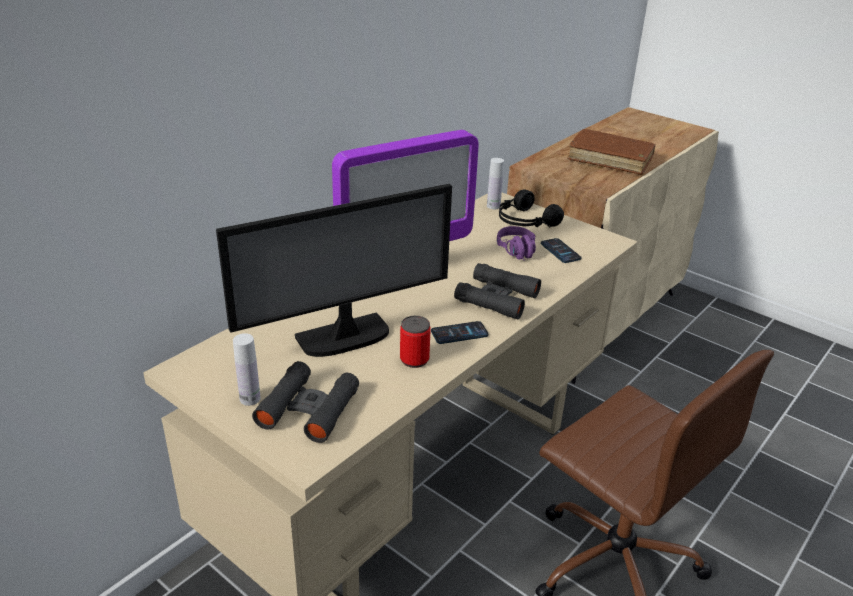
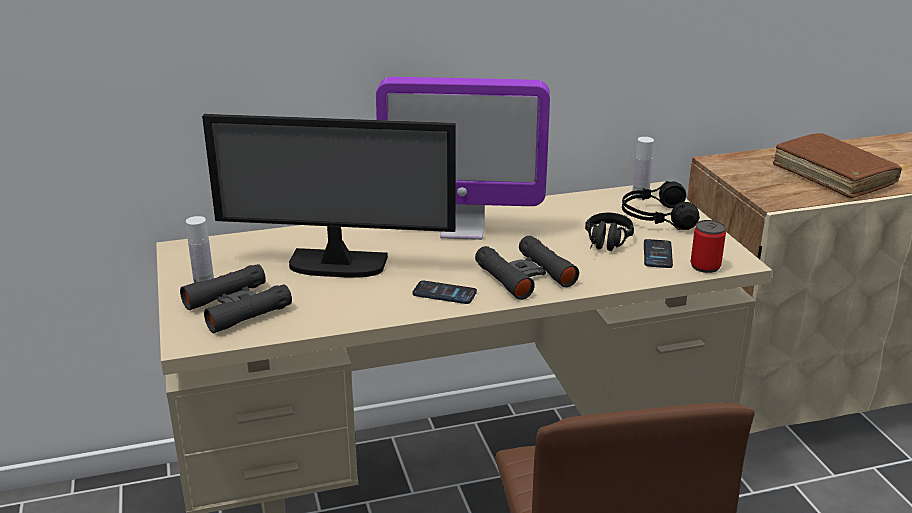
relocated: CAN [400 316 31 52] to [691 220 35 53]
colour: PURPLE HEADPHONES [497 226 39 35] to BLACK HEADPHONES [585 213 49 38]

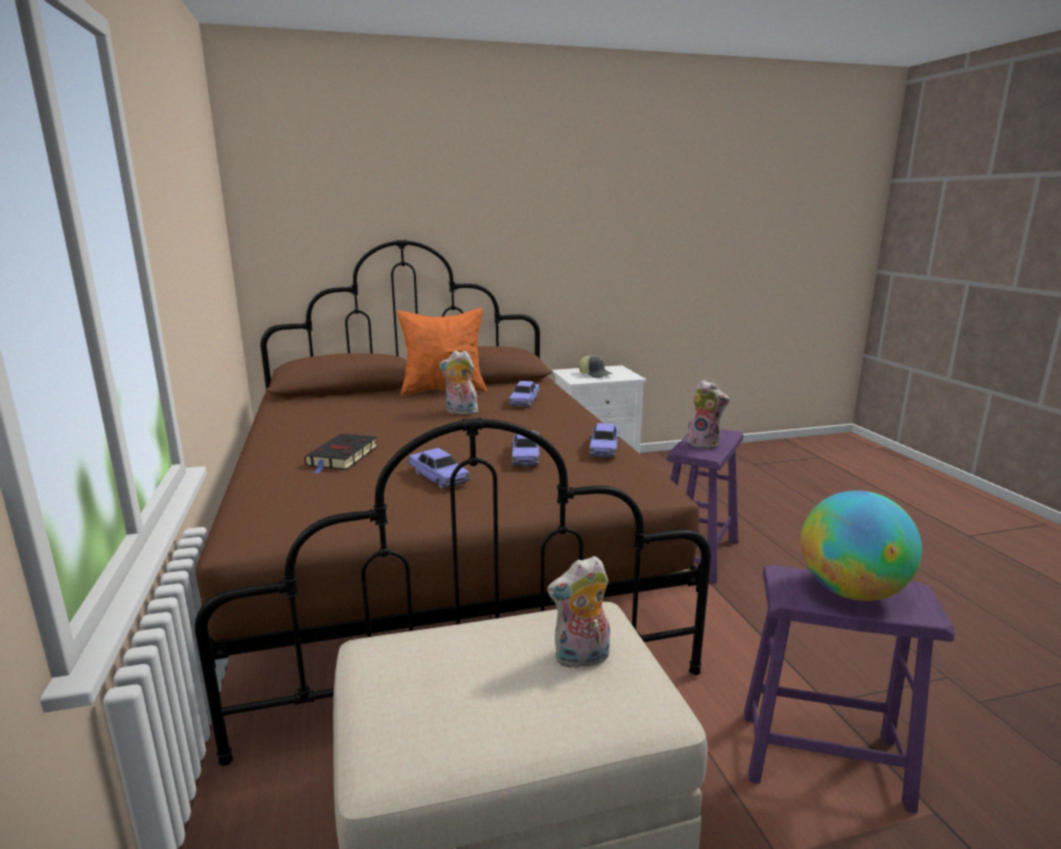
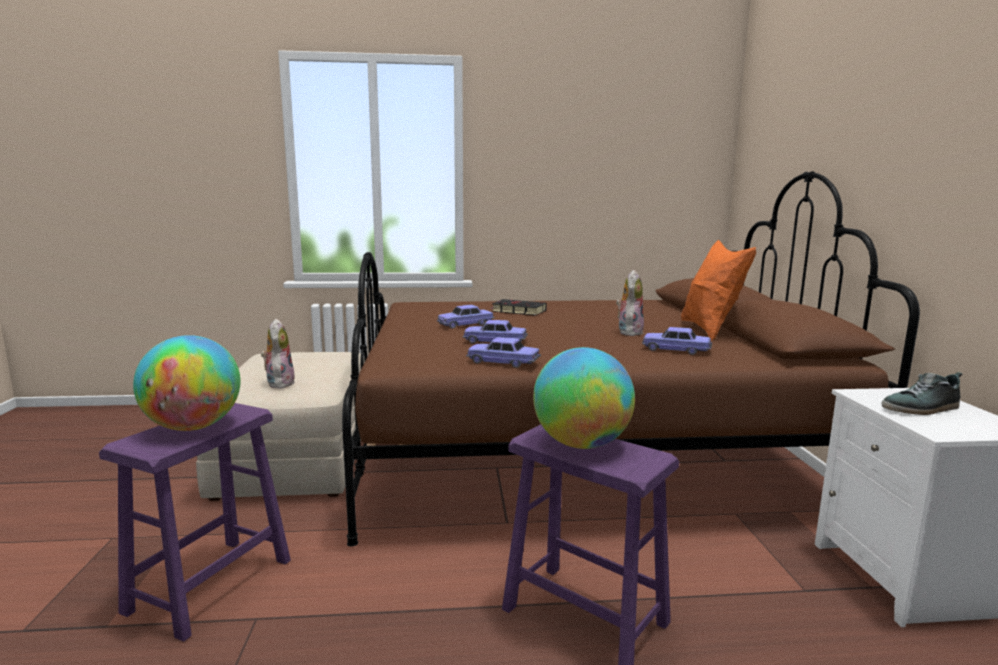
exchanged: CAP [579 355 33 23] to SHOE [882 372 80 43]; PLUSH TOY [686 380 44 69] to GLOBE [533 347 102 102]

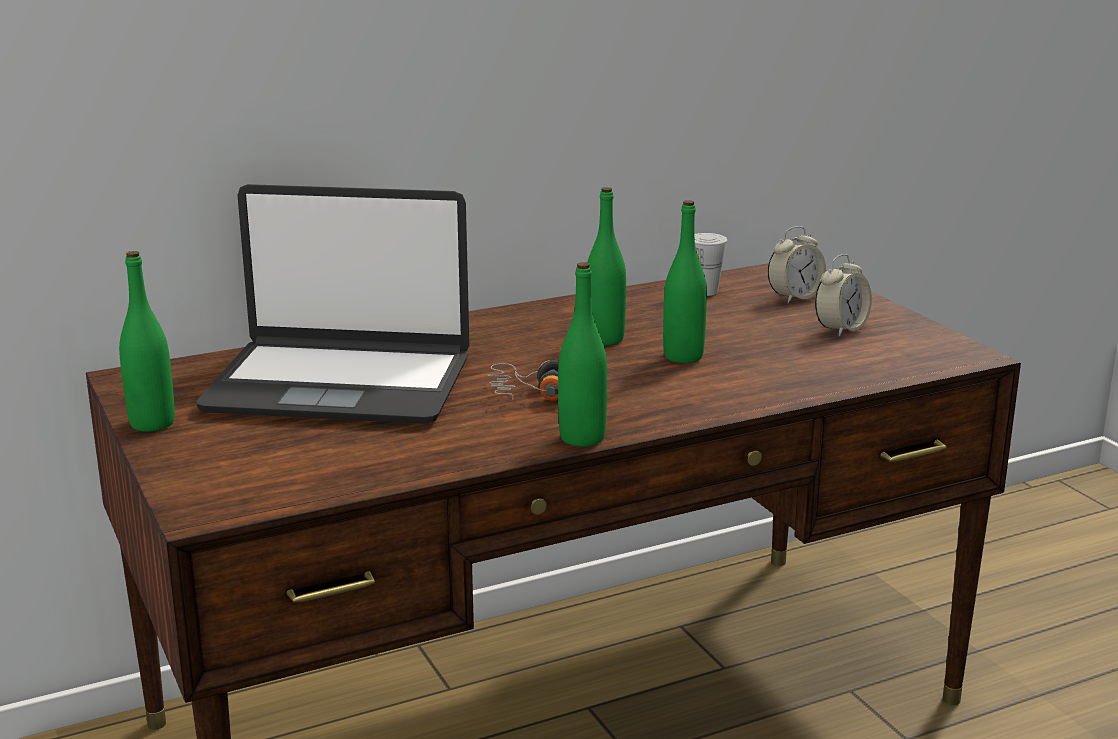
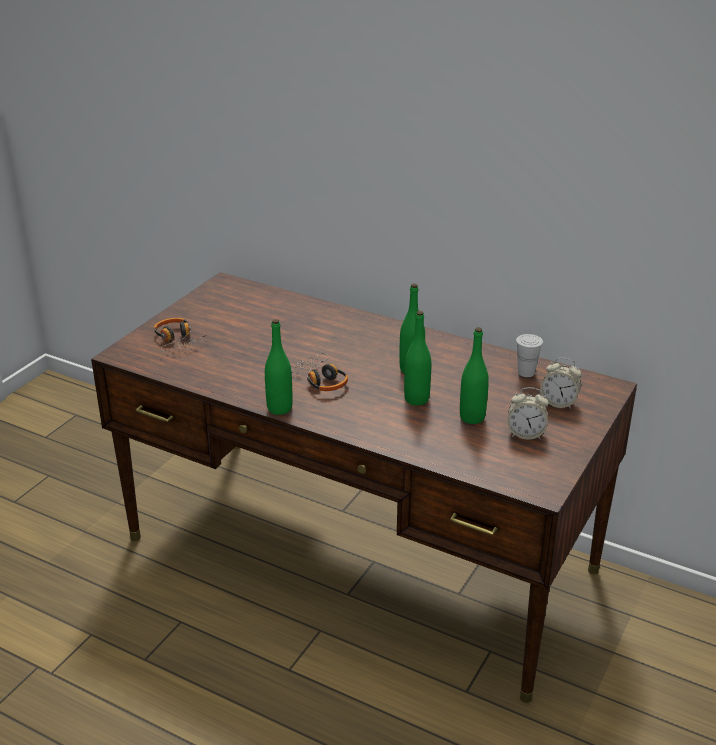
missing: LAPTOP [196 184 273 240]
appeared: HEADPHONES [154 318 53 34]
relocated: GREEN BOTTLE [119 251 56 181] to [460 327 29 97]

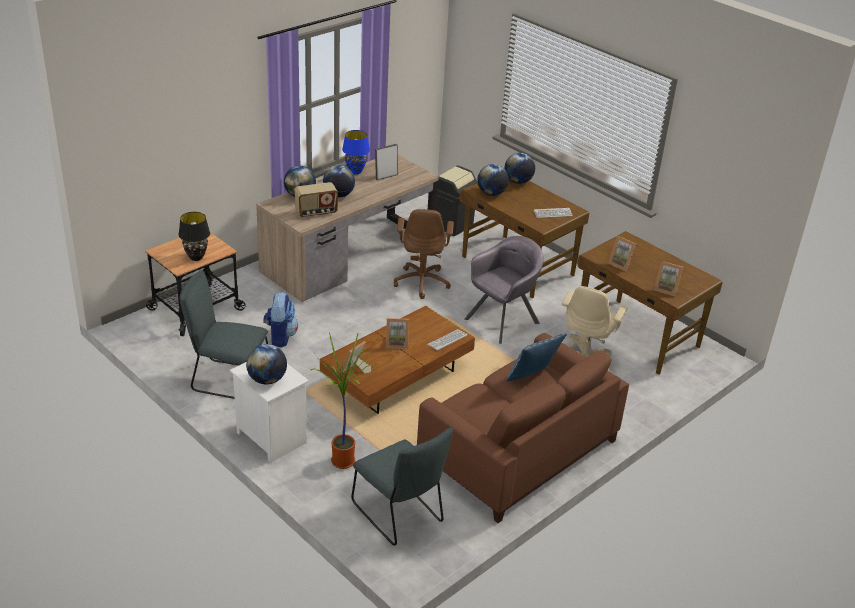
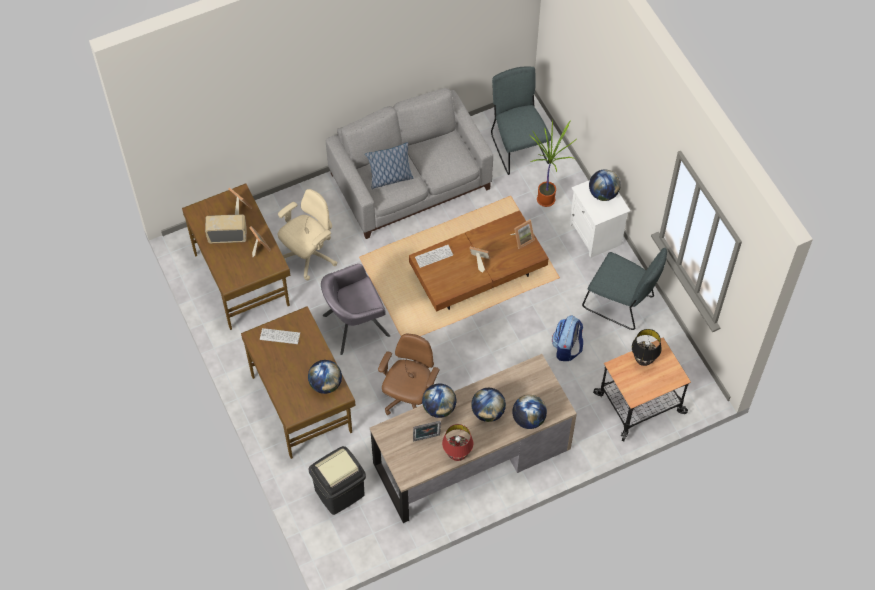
relocated: RADIO [294 182 44 36] to [205 214 41 29]; GLOBE [504 153 31 31] to [422 384 34 34]
colour: BLUE TABLE LAMP [342 130 28 45] to RED TABLE LAMP [442 424 31 37]; BROWN SOFA [417 333 212 190] to GREY SOFA [326 88 167 151]

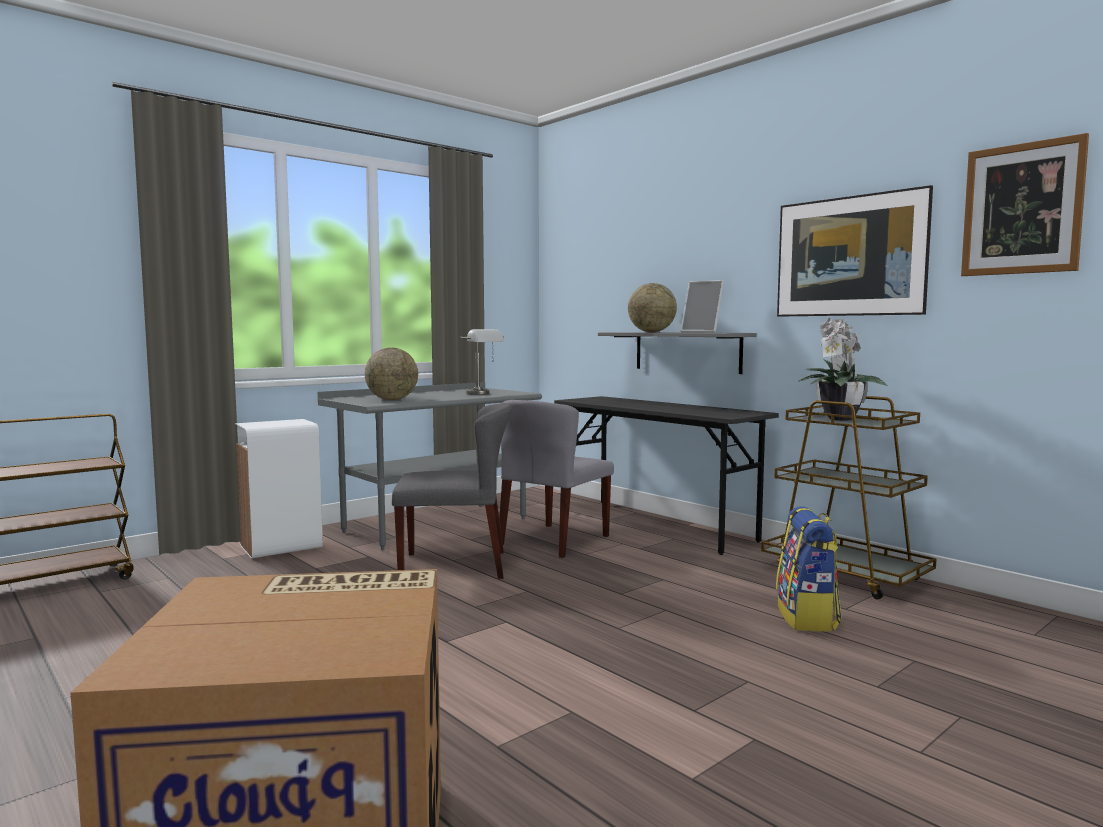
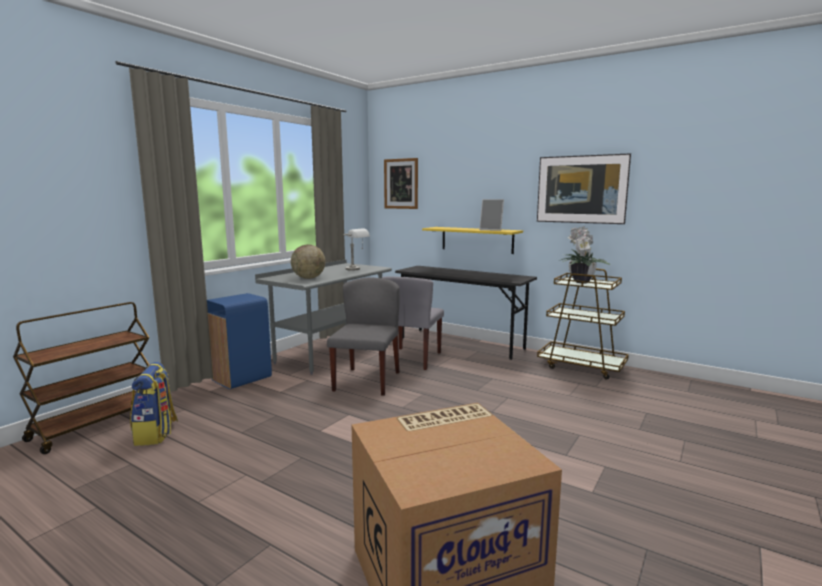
missing: GLOBE [628 283 49 49]
relocated: BACKPACK [776 506 66 125] to [130 362 48 84]; PICTURE [961 133 128 143] to [384 158 34 51]
colour: WHITE TRASH CAN [235 419 88 139] to BLUE TRASH CAN [206 293 66 96]; GREY SHELF [598 332 159 42] to YELLOW SHELF [422 227 101 27]
spun: GREY CHAIR [392 403 120 176] = [327 278 73 118] 60 degrees counterclockwise

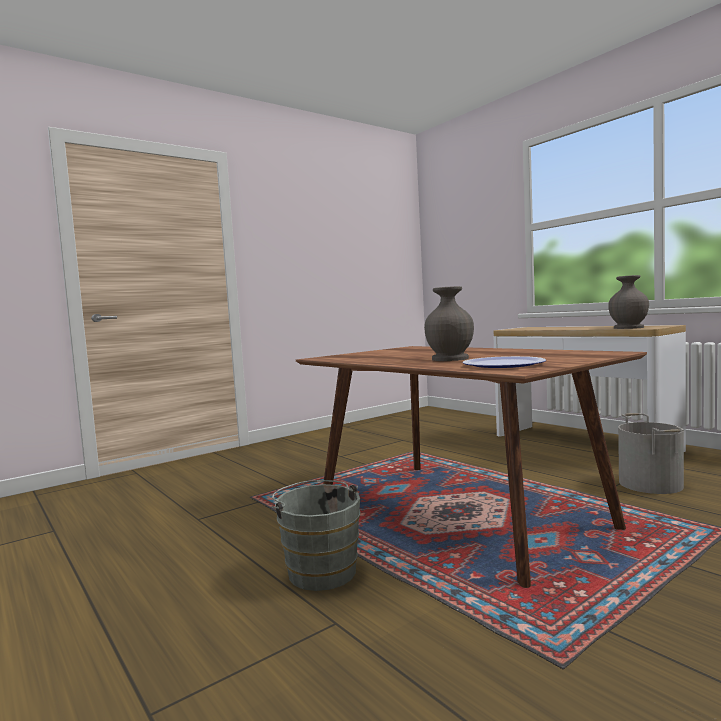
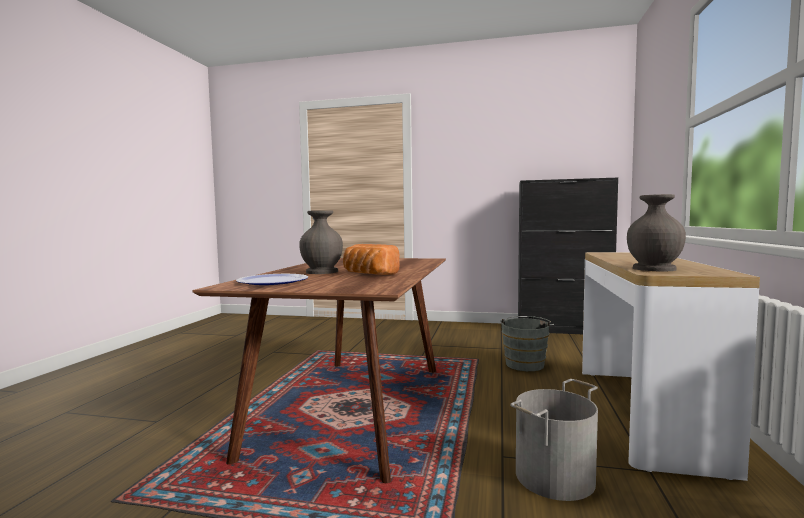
appeared: BREAD [343 244 57 31]; BLACK CABINET [518 178 100 156]
relocated: GREY BUCKET [272 480 88 111] to [500 316 54 55]

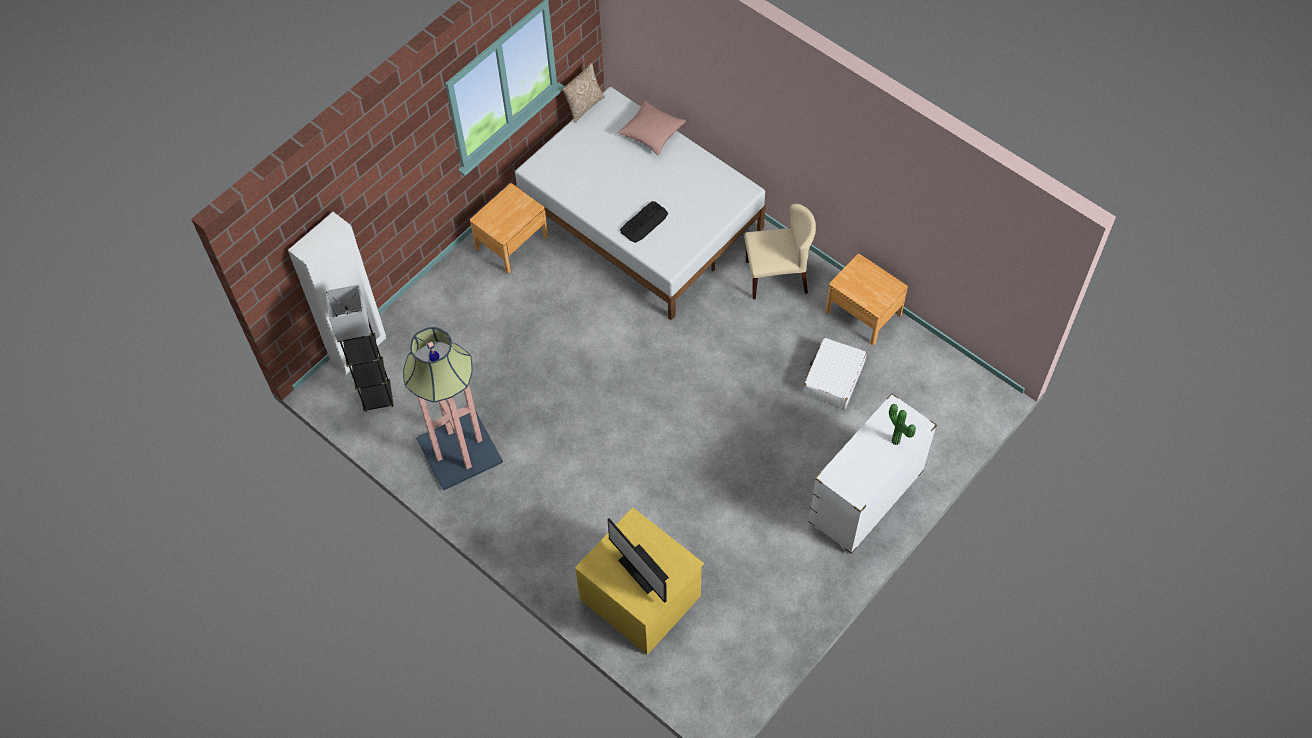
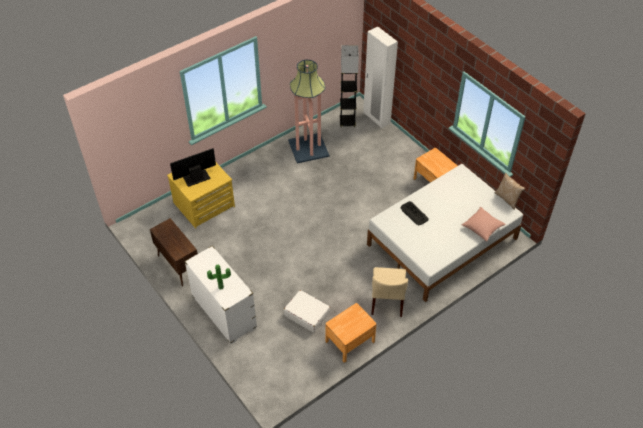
appeared: BROWN CABINET [150 218 48 68]

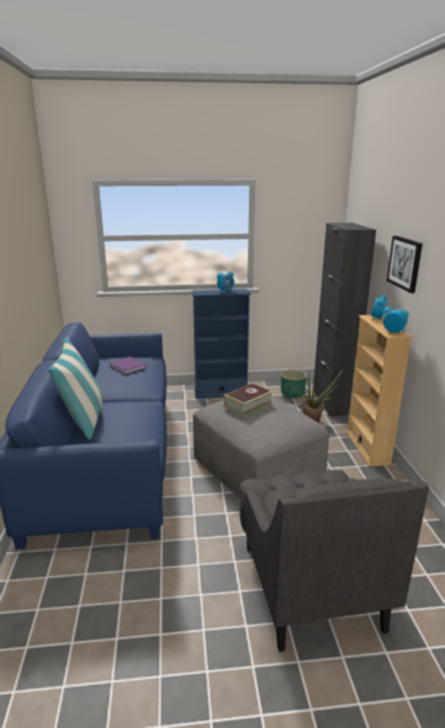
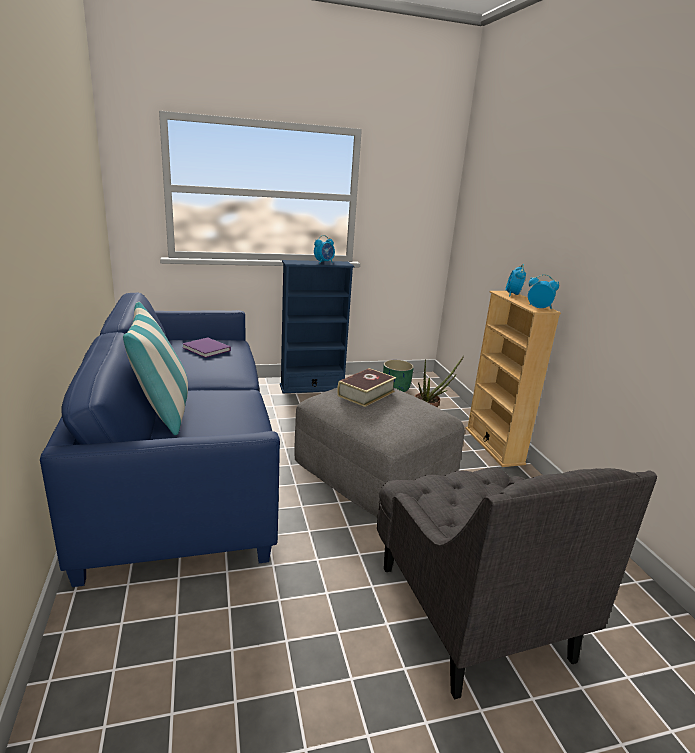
missing: BLACK CABINET [313 223 63 193]; PICTURE [387 236 36 57]

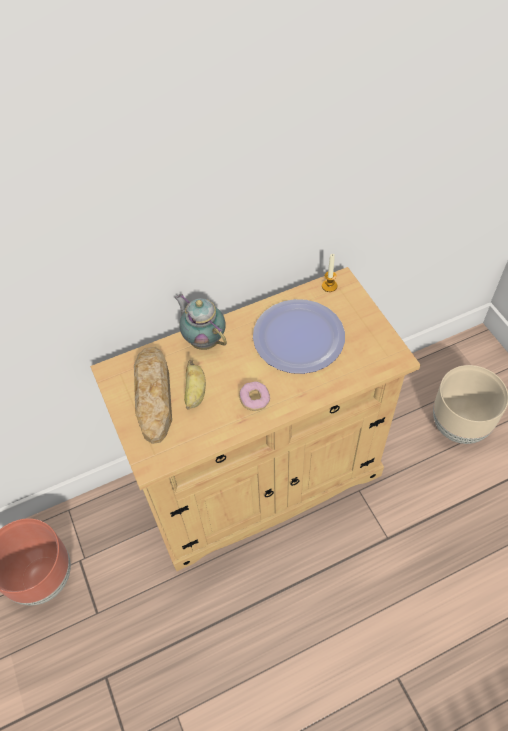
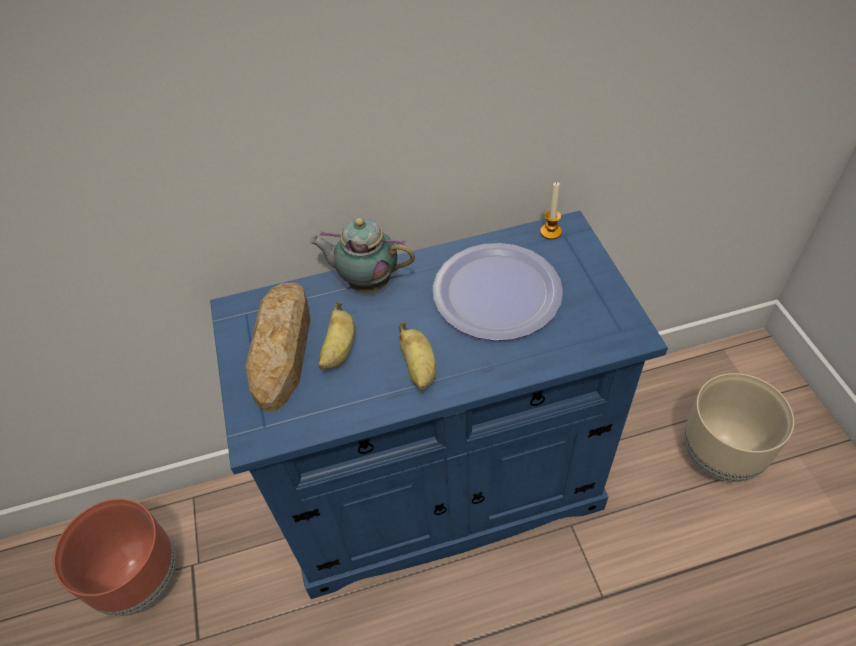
exchanged: DONUT [239 381 31 30] to BANANA [399 322 38 69]
colour: BEIGE CABINET [90 267 331 304] to BLUE CABINET [210 211 458 388]
spun: TEAPOT [175 294 52 56] = [310 218 105 75] 45 degrees counterclockwise

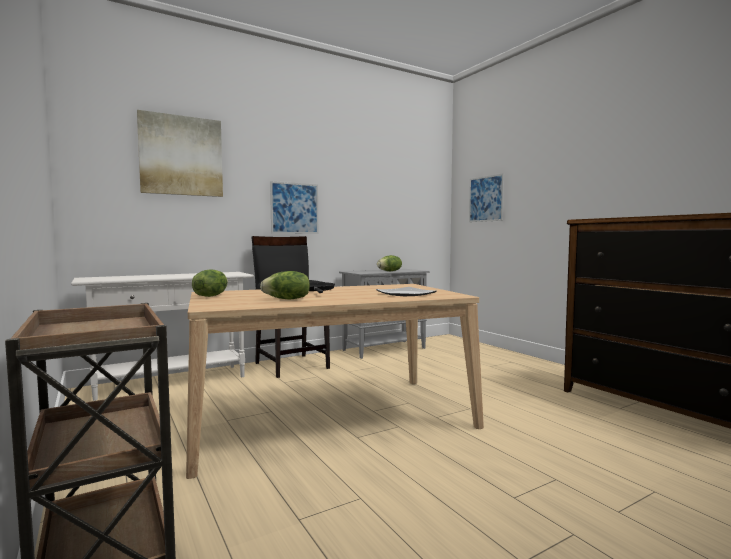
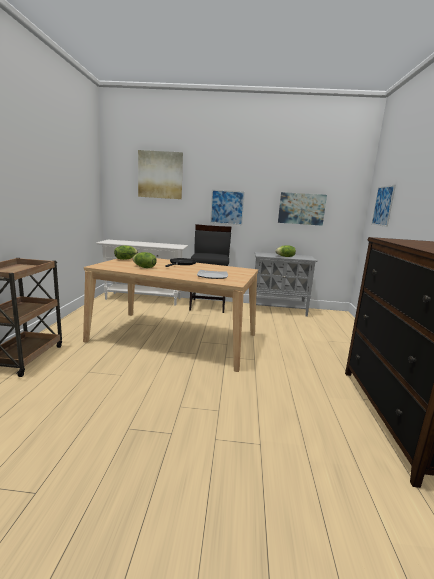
appeared: PICTURE [278 192 49 34]

